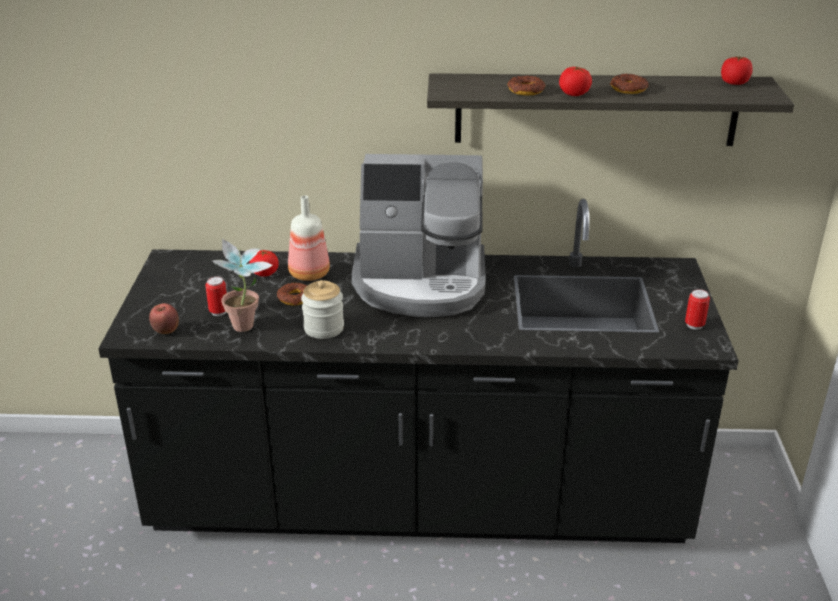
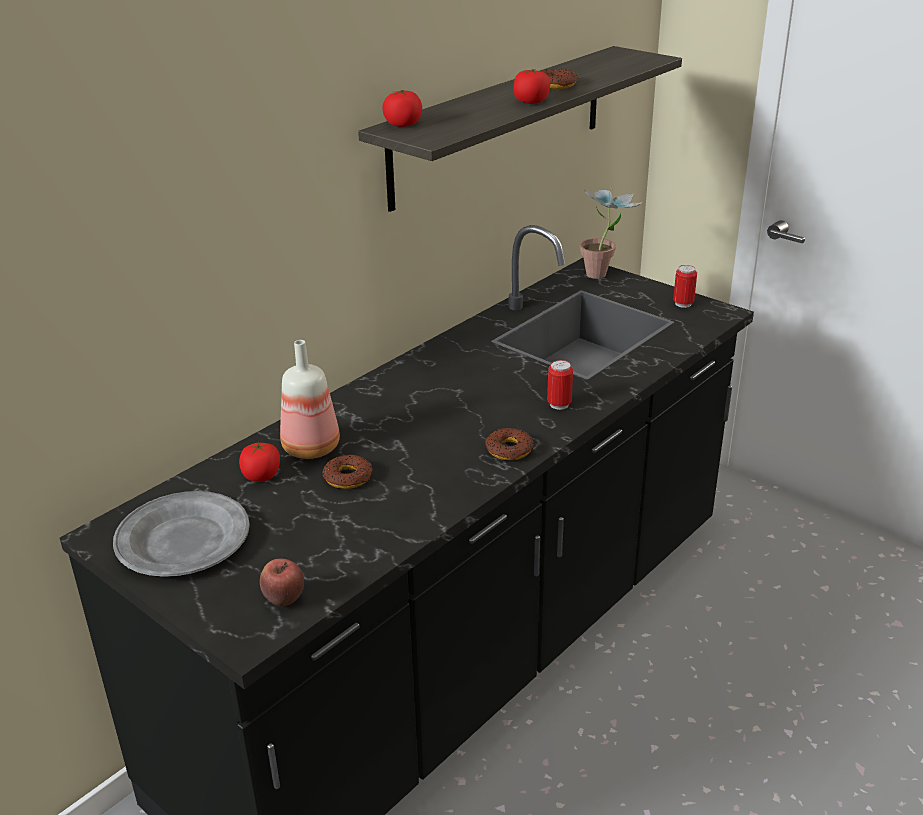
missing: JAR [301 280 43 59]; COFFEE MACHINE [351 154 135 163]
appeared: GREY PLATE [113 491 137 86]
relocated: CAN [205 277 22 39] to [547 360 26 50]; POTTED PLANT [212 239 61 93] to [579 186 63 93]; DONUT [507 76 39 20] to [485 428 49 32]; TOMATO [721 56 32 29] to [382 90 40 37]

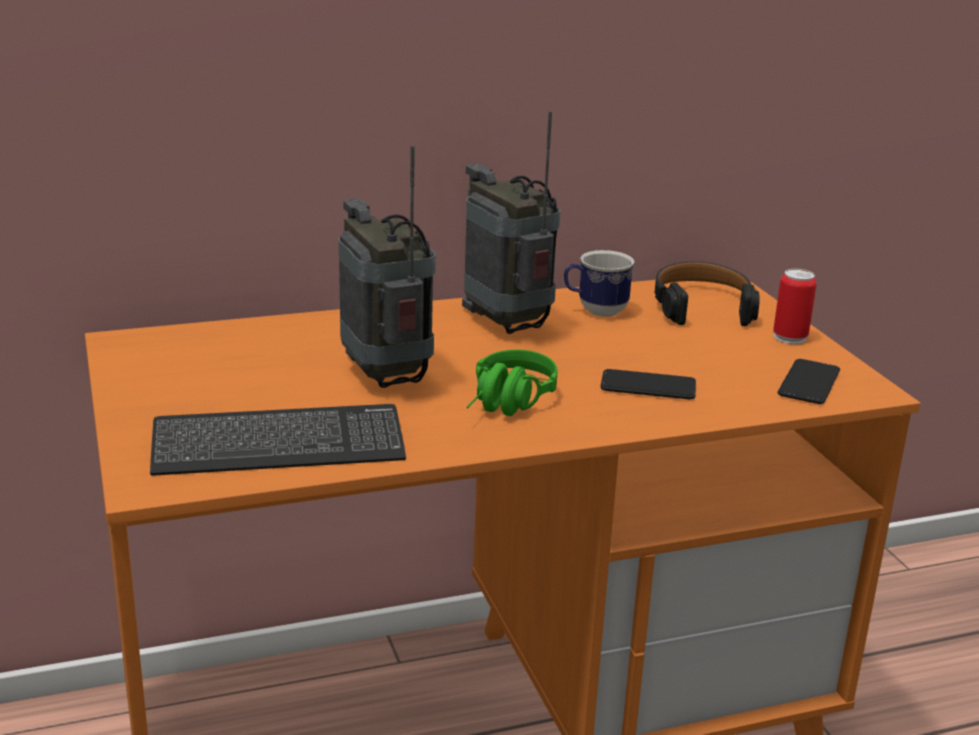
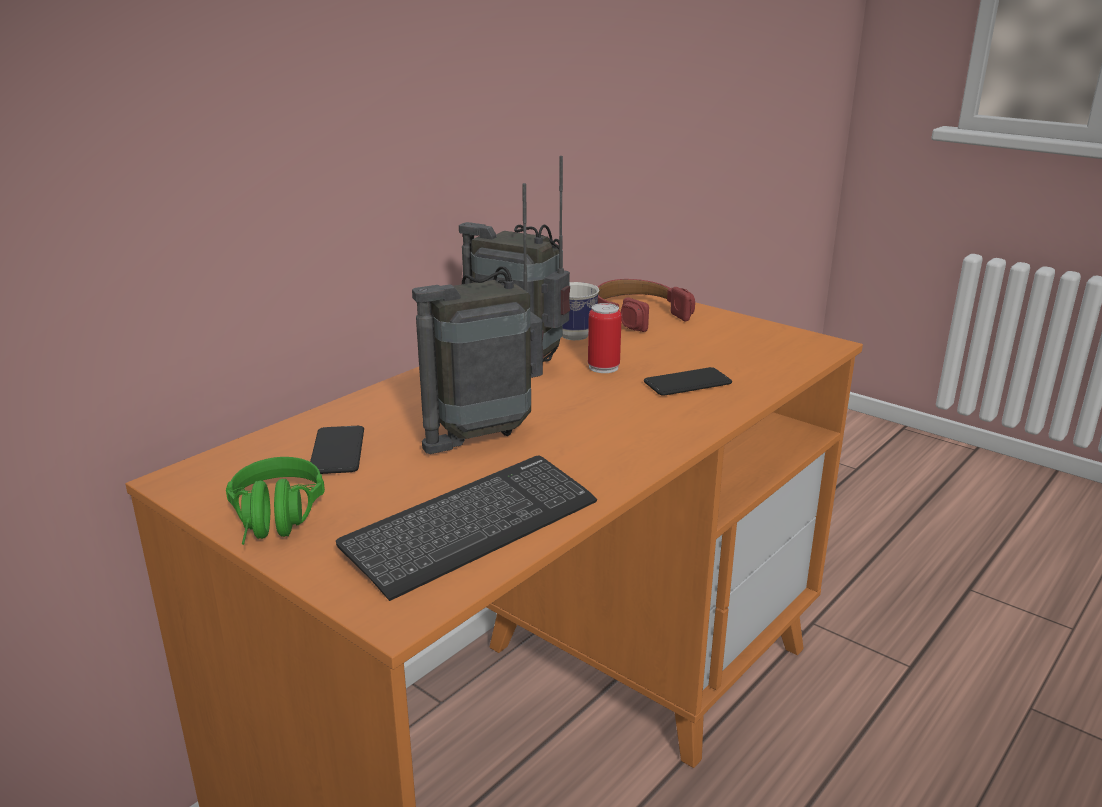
relocated: GREEN HEADPHONES [466 350 91 66] to [226 457 99 88]; CAN [773 269 44 75] to [588 303 34 70]; PHONE [777 359 63 45] to [310 426 54 48]
colour: BLACK HEADPHONES [655 261 105 65] to RED HEADPHONES [598 279 97 53]
spun: RADIO [339 145 97 243] = [412 183 132 271] 60 degrees counterclockwise

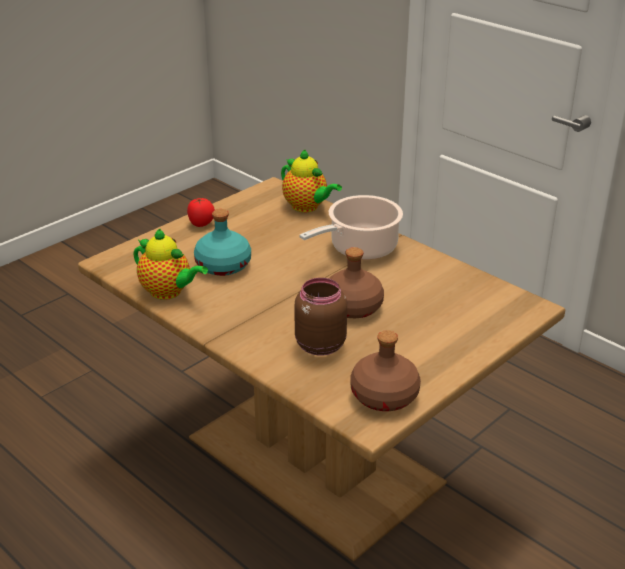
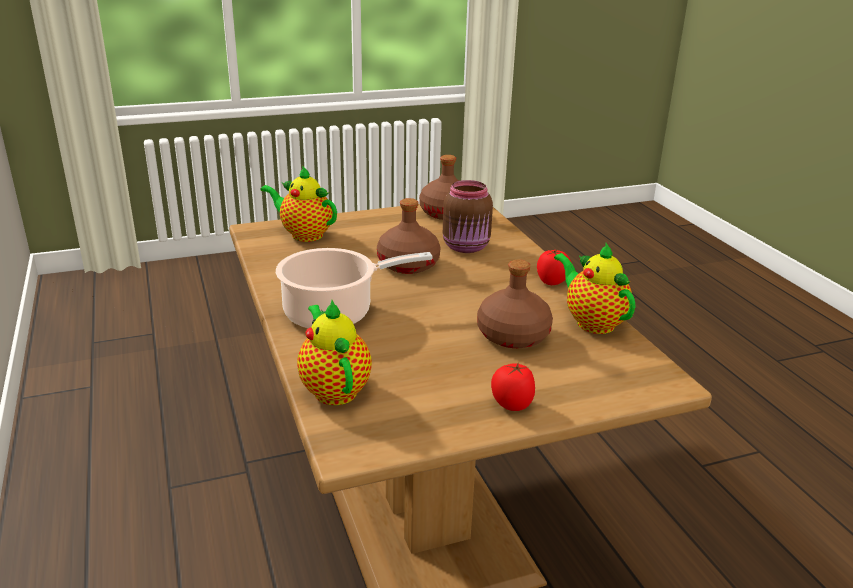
appeared: TEAPOT [260 166 77 76]; TOMATO [537 250 35 35]
colour: TURQUOISE BOTTLE [194 209 57 67] to BROWN BOTTLE [477 260 76 88]

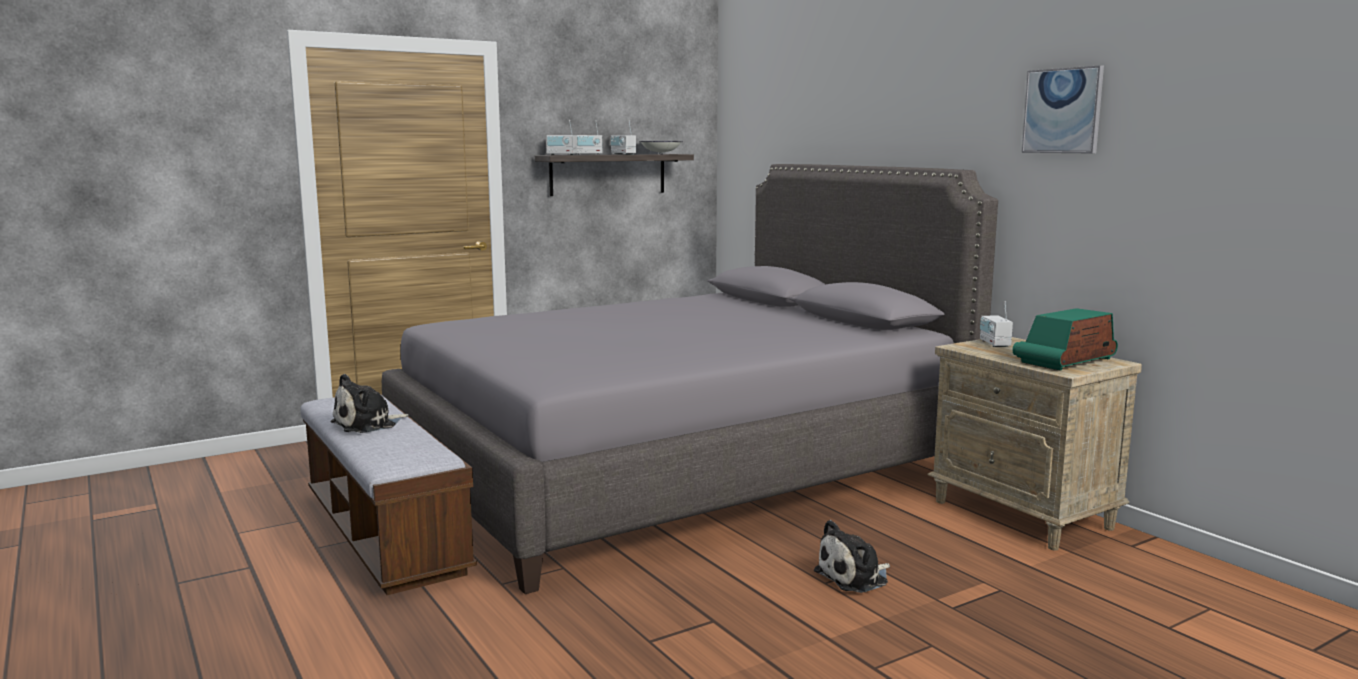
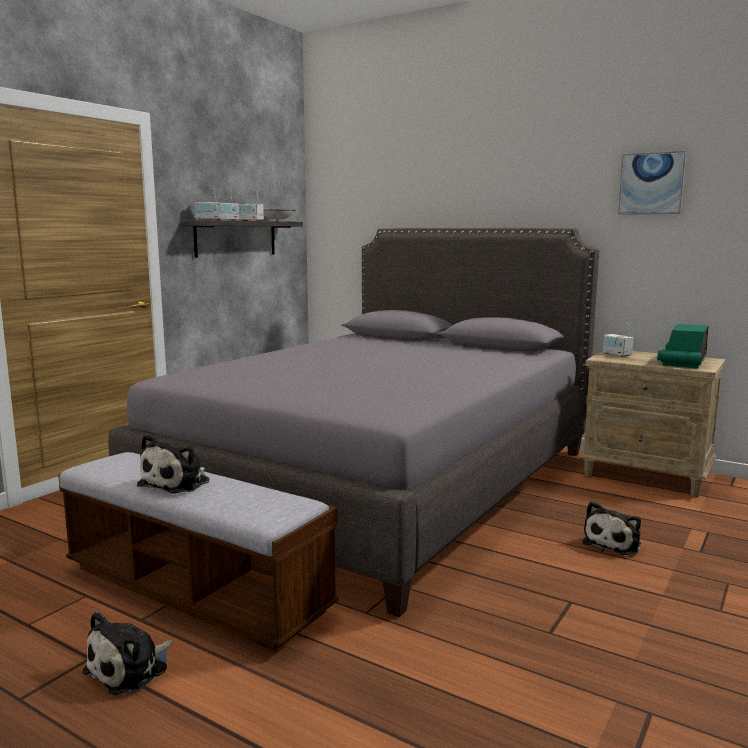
appeared: PLUSH TOY [82 611 91 84]

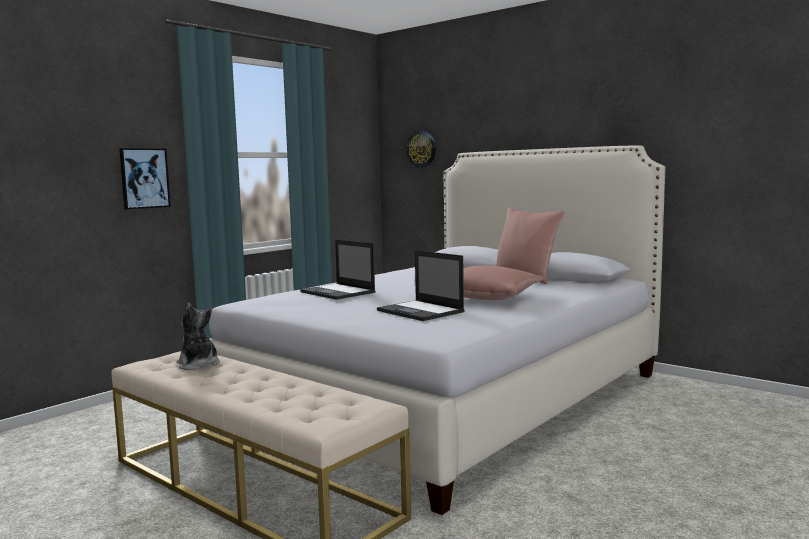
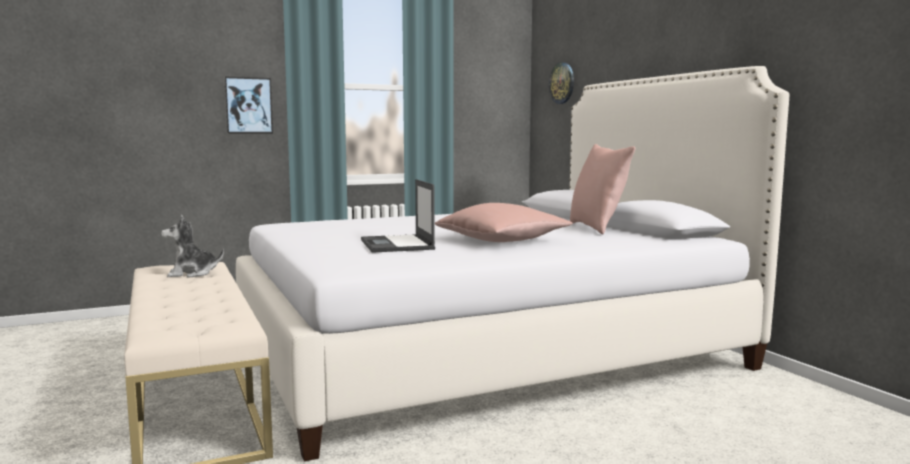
missing: LAPTOP [300 240 76 60]
spun: PLUSH TOY [177 303 43 67] = [161 215 63 63] 90 degrees counterclockwise

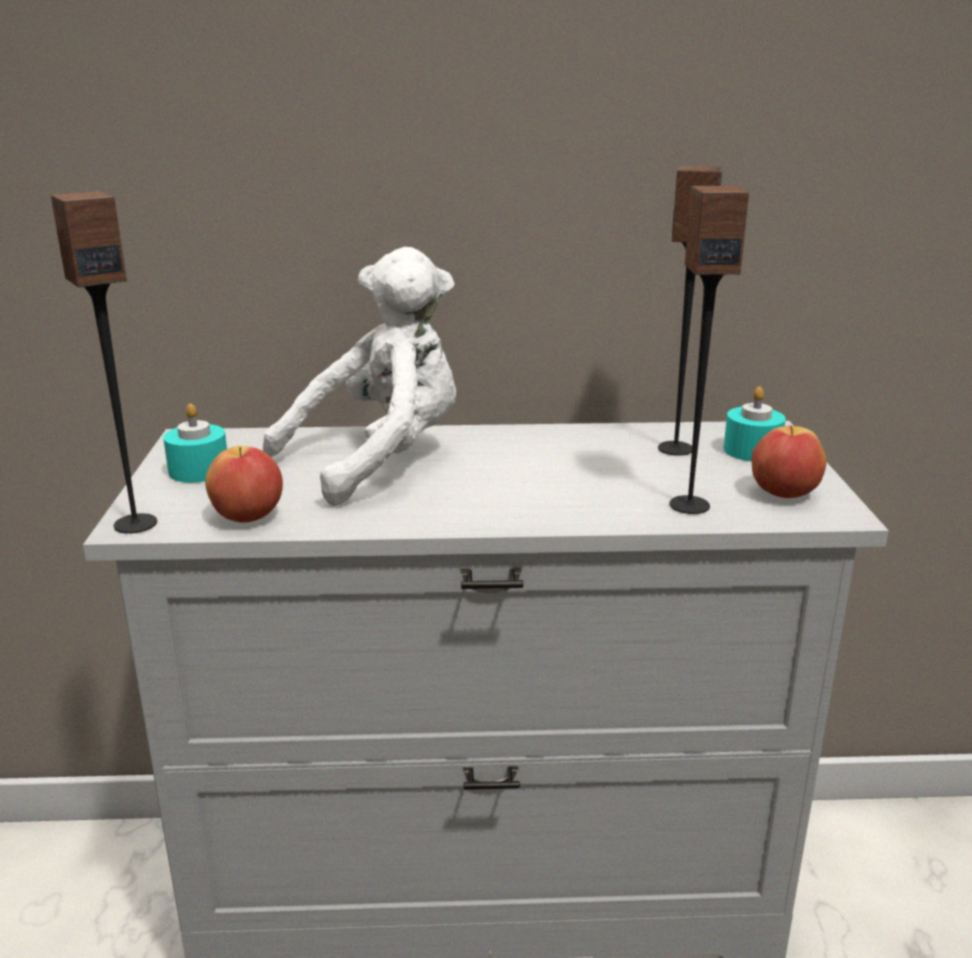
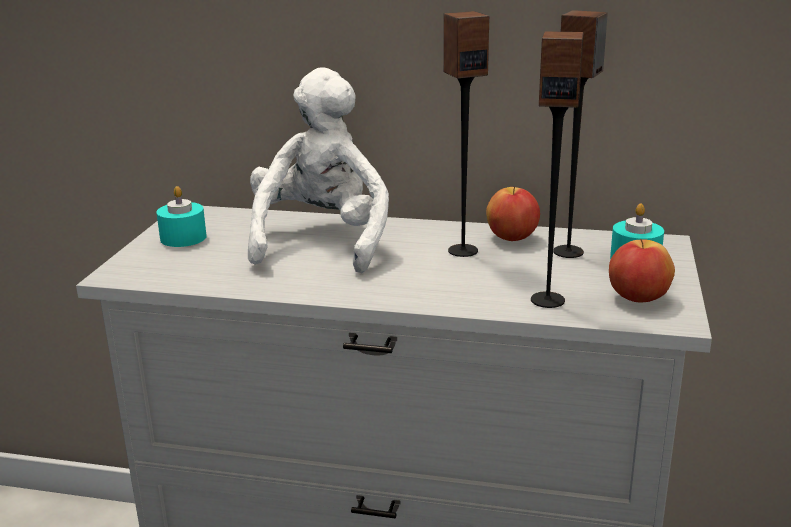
relocated: SPEAKER [51 191 106 343] to [443 11 46 246]; APPLE [205 446 78 77] to [486 187 54 54]
spun: WHITE PLUSH TOY [263 247 193 259] = [248 67 141 206] 60 degrees counterclockwise

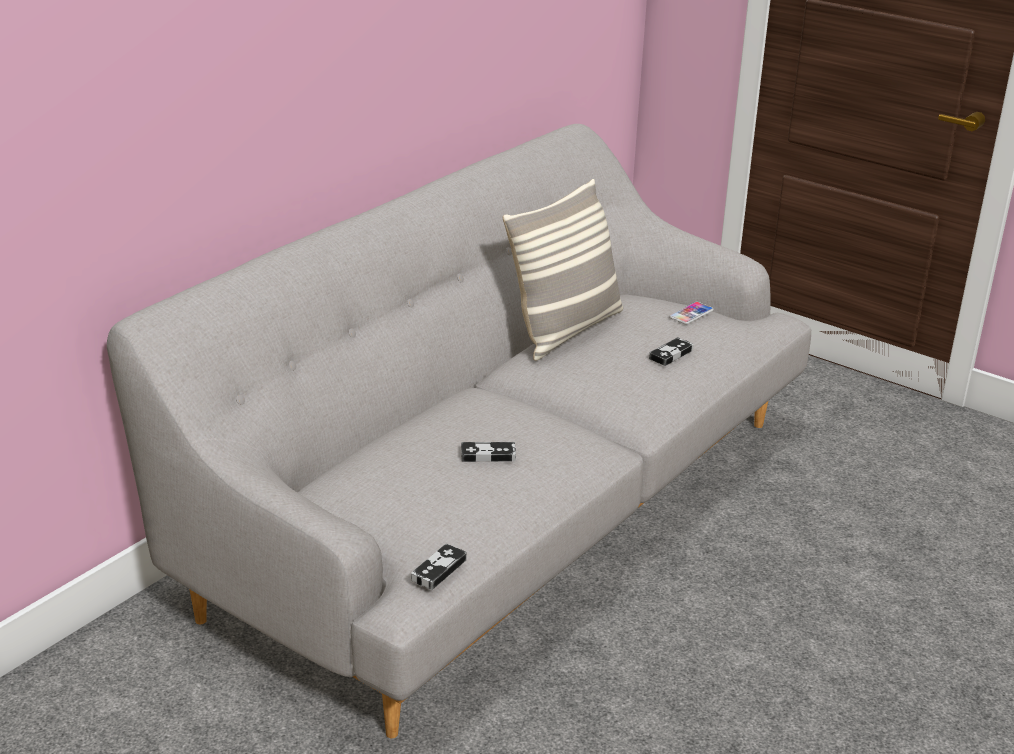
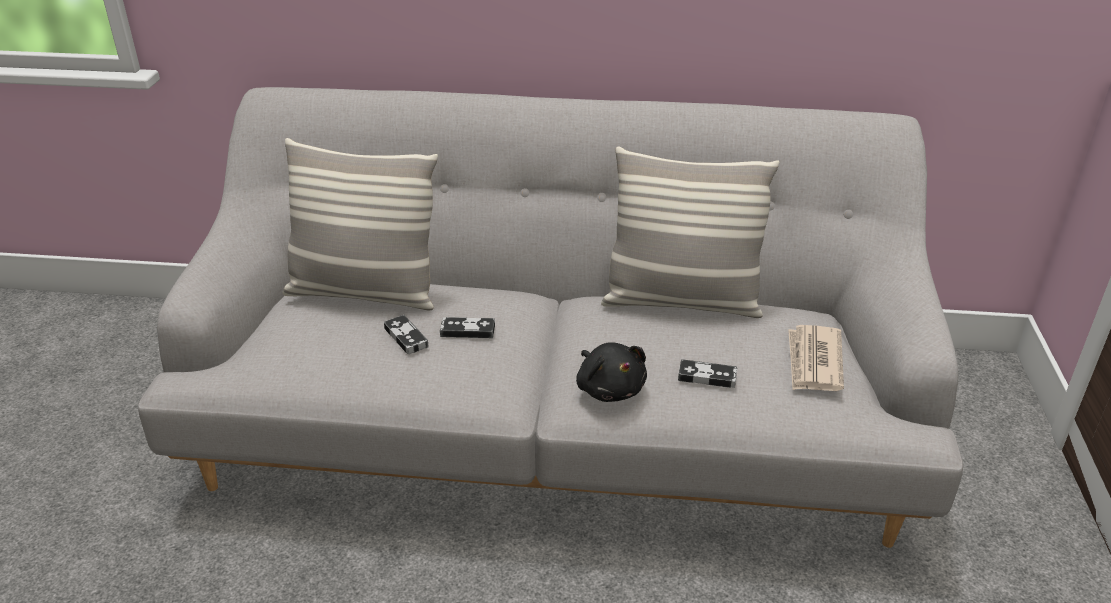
appeared: PILLOW [283 138 155 172]; BLACK PLUSH TOY [576 342 71 60]
relocated: GAME CONTROLLER [411 544 56 46] to [440 317 55 21]
exchanged: PHONE [669 302 45 22] to NEWSPAPER [788 325 56 66]

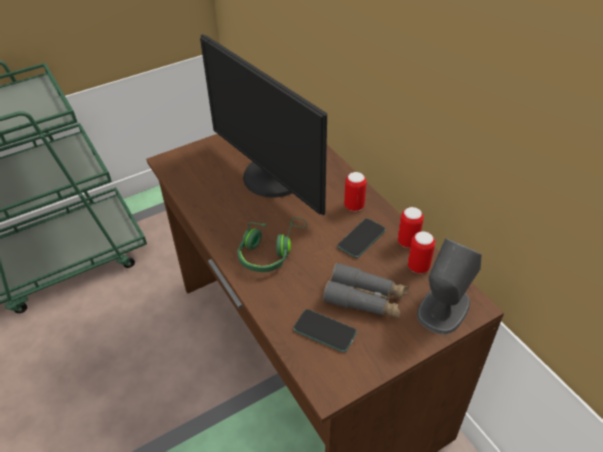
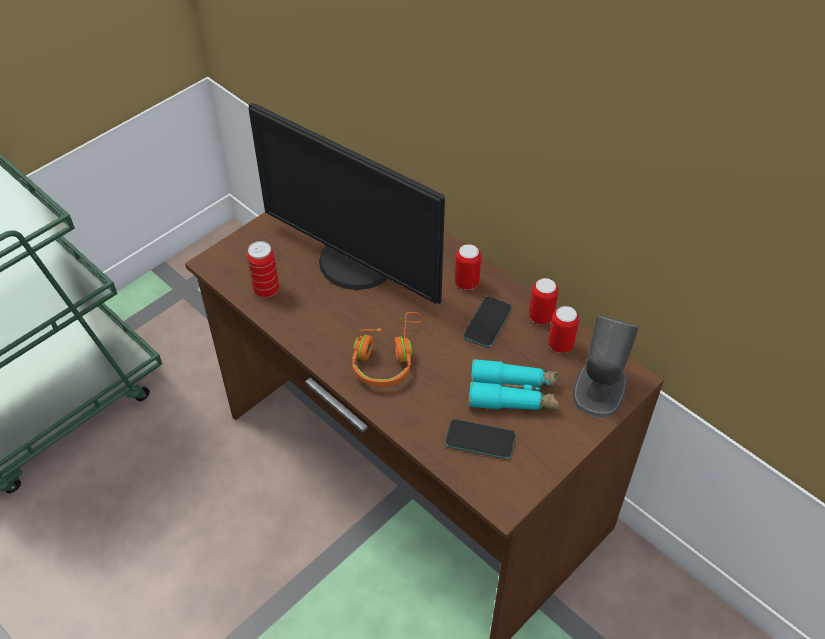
appeared: CAN [247 241 32 57]
colour: GREEN HEADPHONES [237 217 70 55] to ORANGE HEADPHONES [352 312 71 75]; GREY BINOCULARS [323 262 86 56] to TURQUOISE BINOCULARS [469 359 90 51]

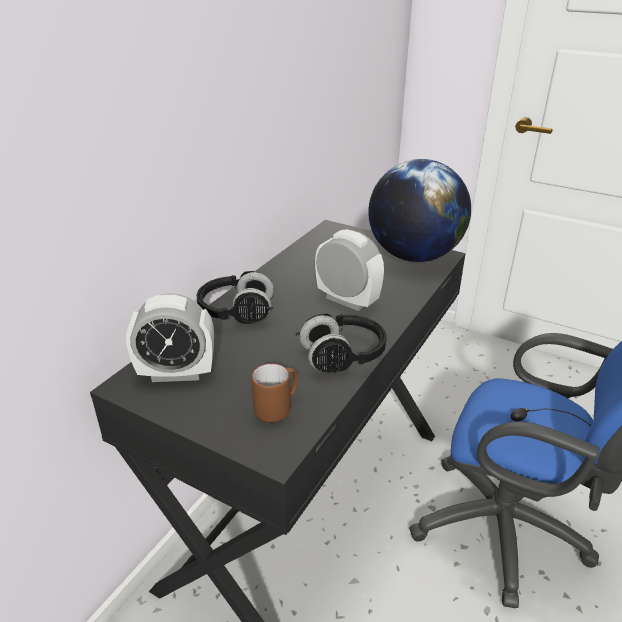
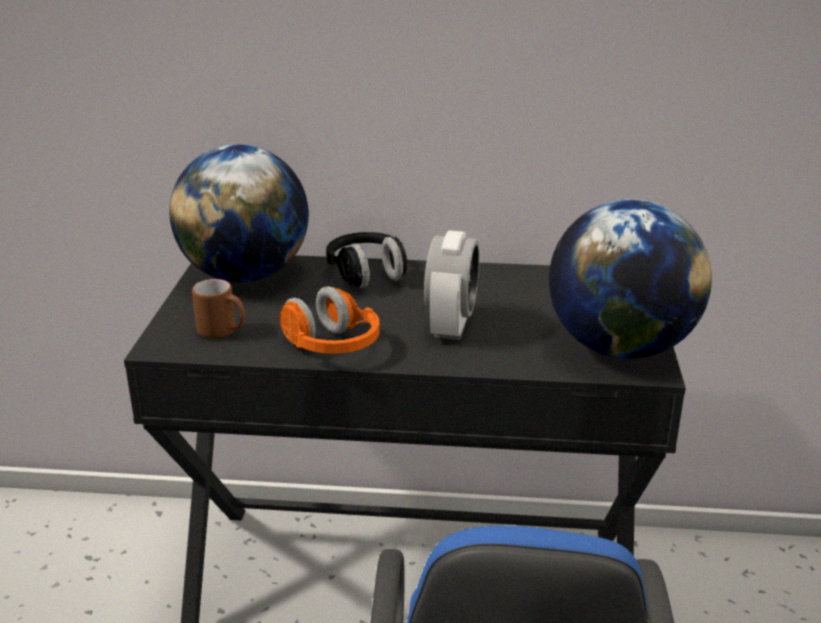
exchanged: ALARM CLOCK [126 293 88 89] to GLOBE [169 144 140 139]
colour: BLACK HEADPHONES [296 313 91 60] to ORANGE HEADPHONES [280 286 100 68]

